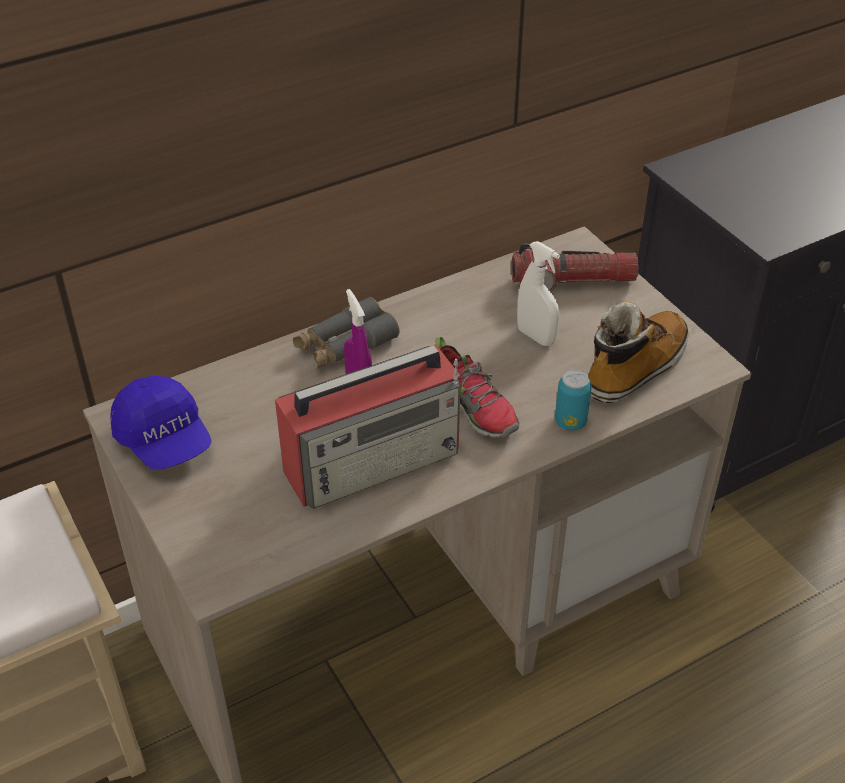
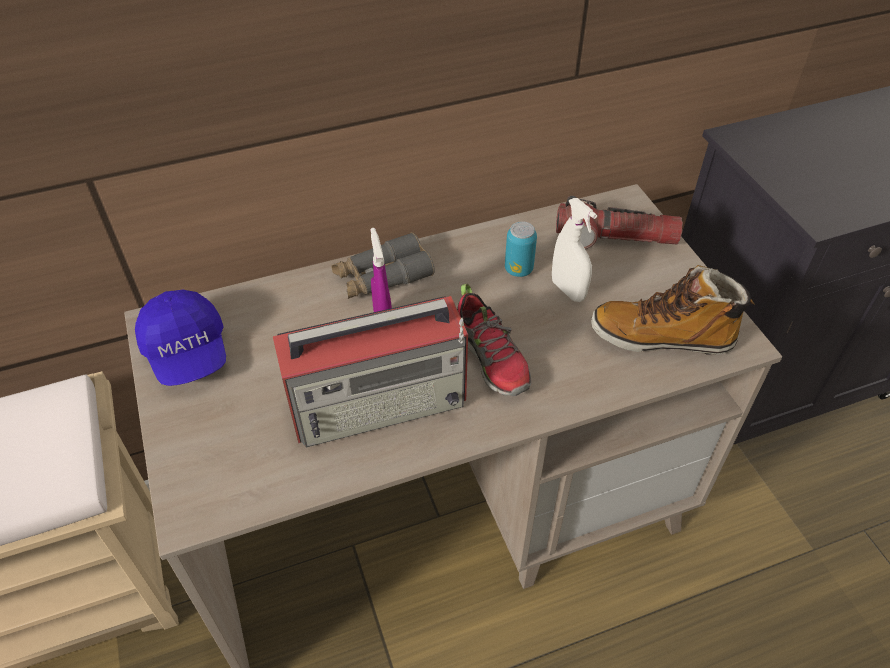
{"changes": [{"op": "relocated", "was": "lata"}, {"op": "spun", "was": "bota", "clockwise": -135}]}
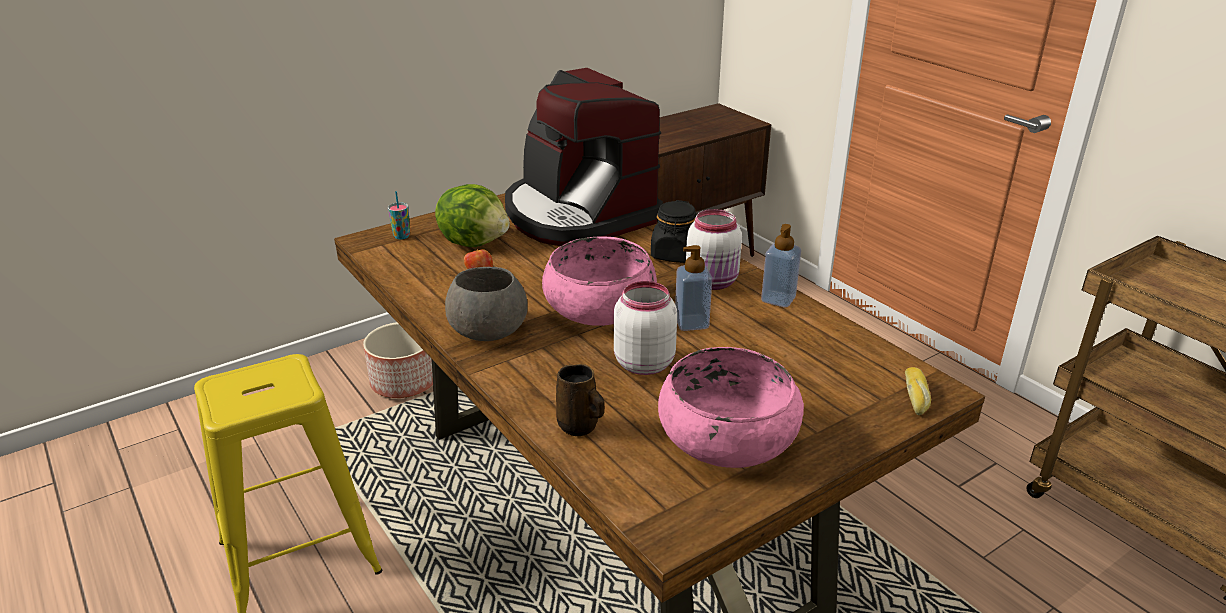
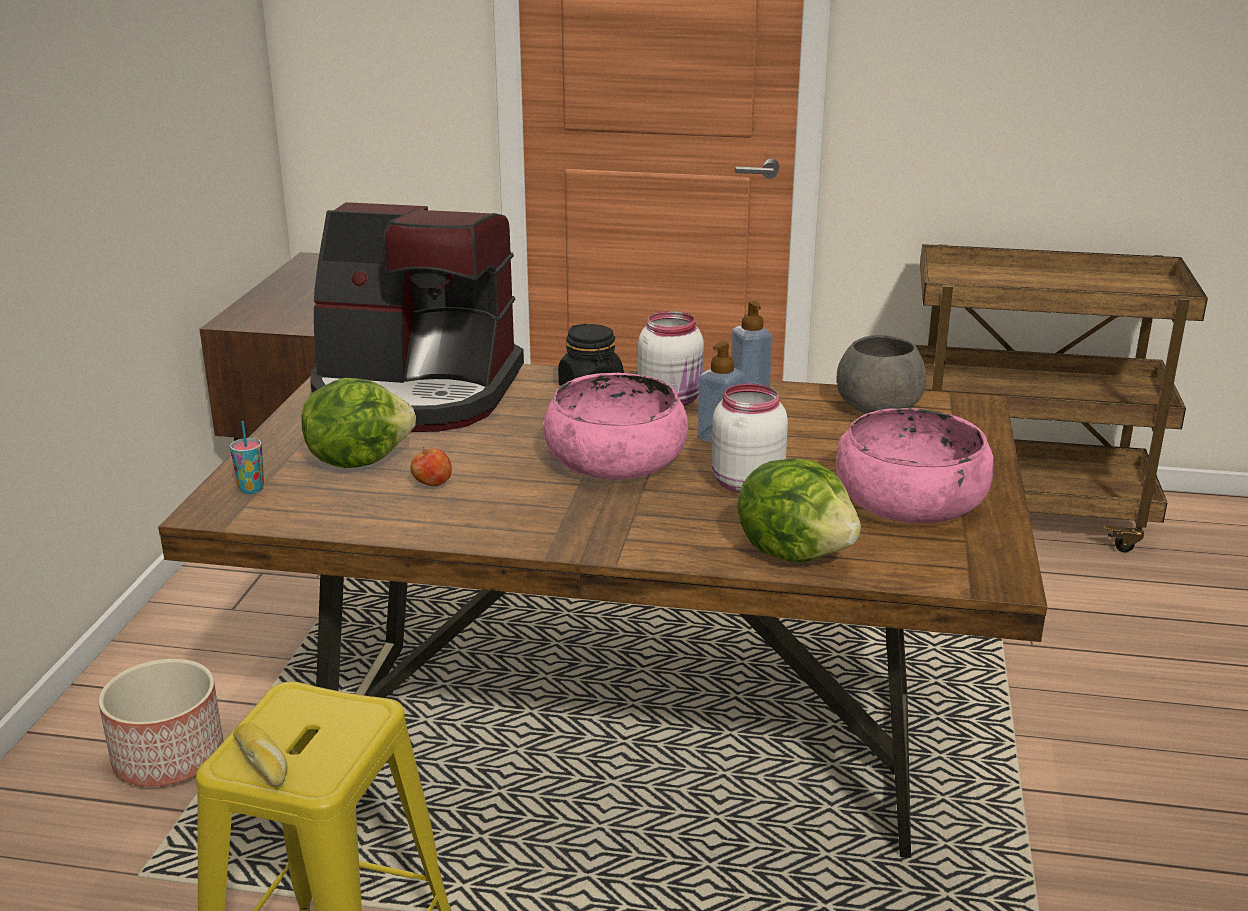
{"changes": [{"op": "relocated", "was": "cuenco/gris"}, {"op": "relocated", "was": "pan"}, {"op": "exchanged", "was": "taza grande/marrón", "now": "lechuga (no. 2 from left)"}]}
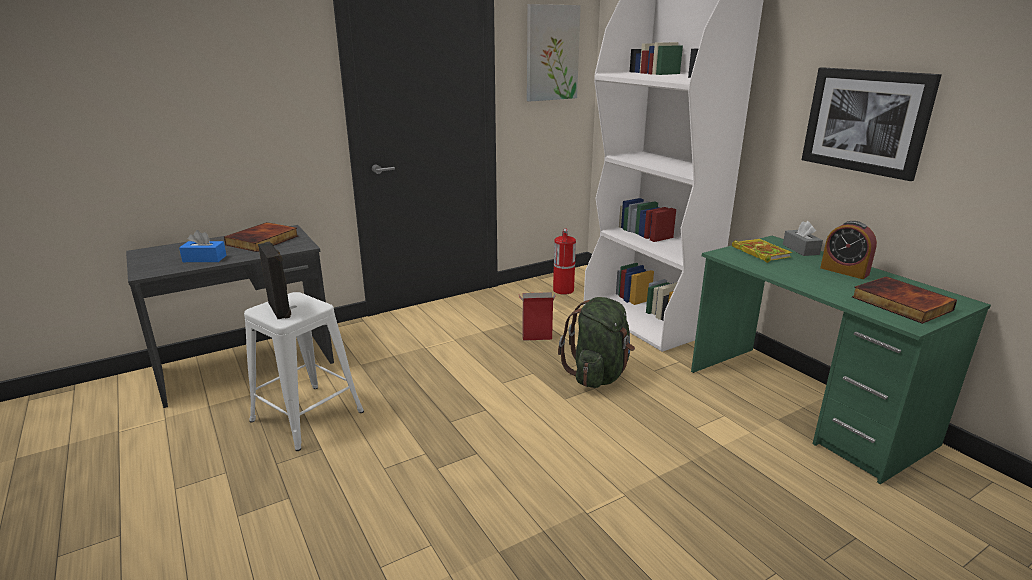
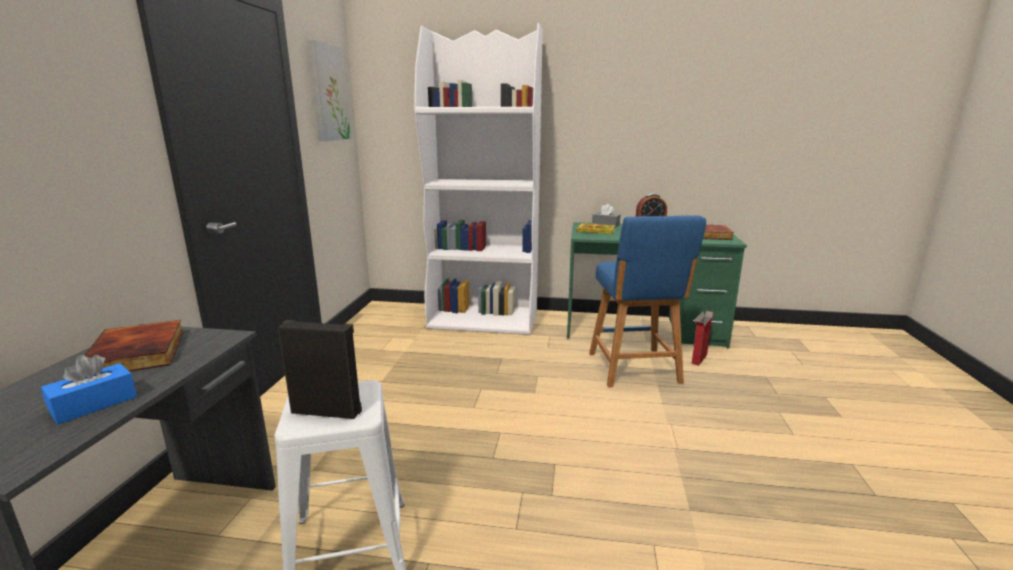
{"changes": [{"op": "missing", "was": "extintor"}, {"op": "missing", "was": "mochila/verde"}, {"op": "missing", "was": "cuadro (no. 2 from left)"}, {"op": "appeared", "now": "taburete/azul"}, {"op": "relocated", "was": "caja de cartón"}]}
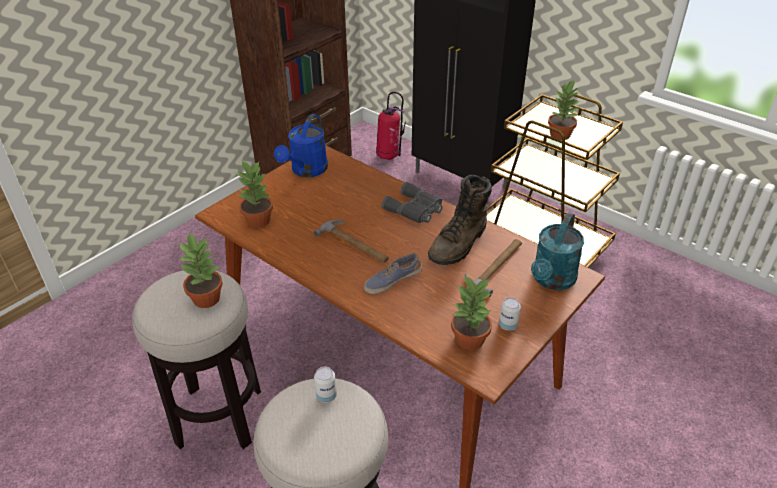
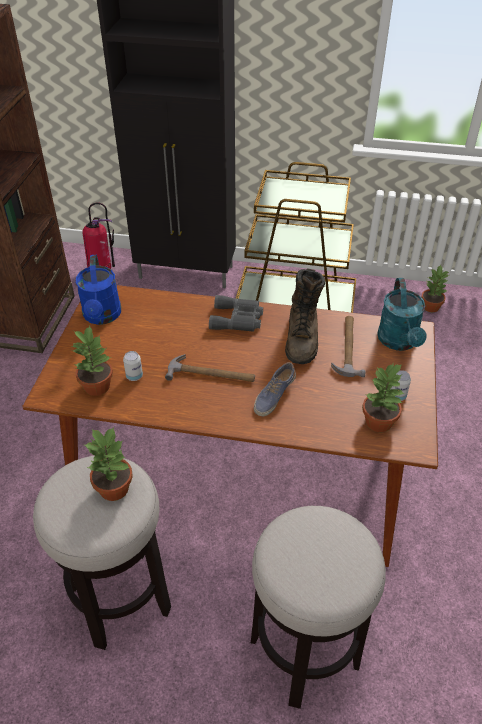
{"changes": [{"op": "relocated", "was": "lata (no. 1 from left)"}, {"op": "relocated", "was": "planta en maceta (no. 4 from left)"}]}
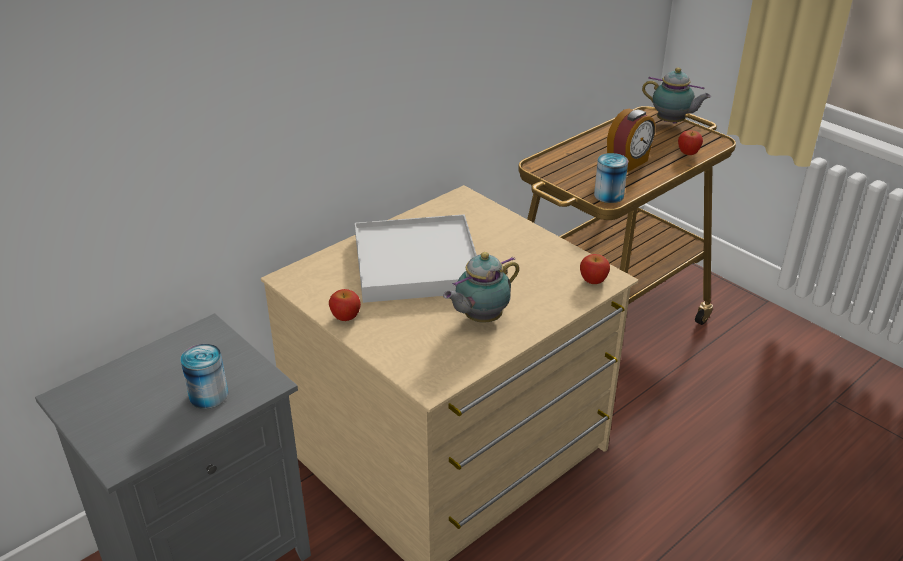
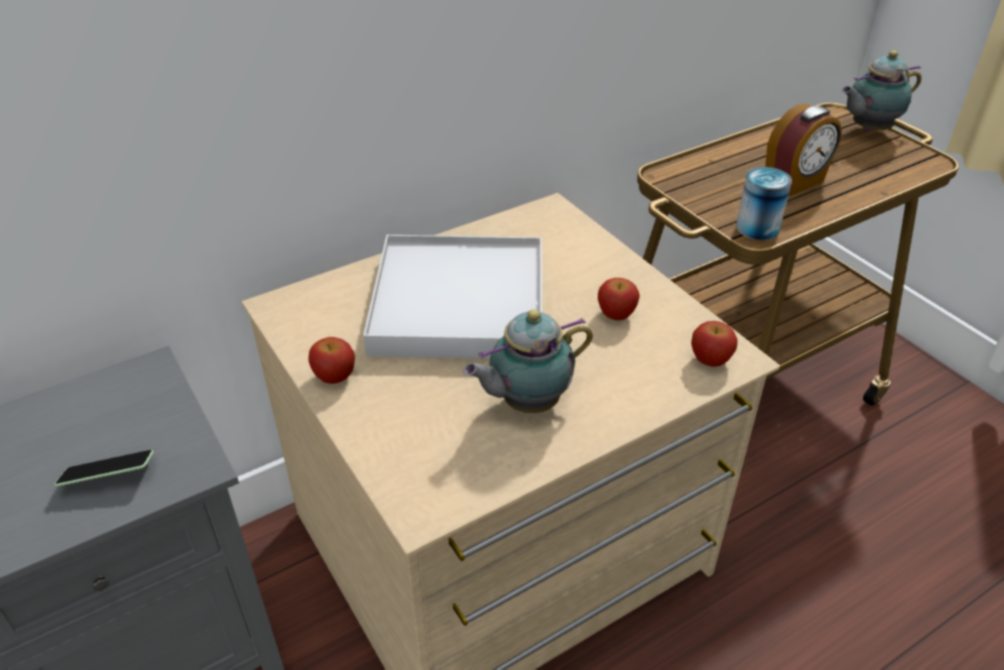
{"changes": [{"op": "relocated", "was": "manzana (no. 3 from left in the first image)", "now": "manzana (no. 2 from left)"}, {"op": "exchanged", "was": "lata (no. 1 from left)", "now": "móvil"}, {"op": "spun", "was": "tetera (no. 2 from left)", "clockwise": 120}]}
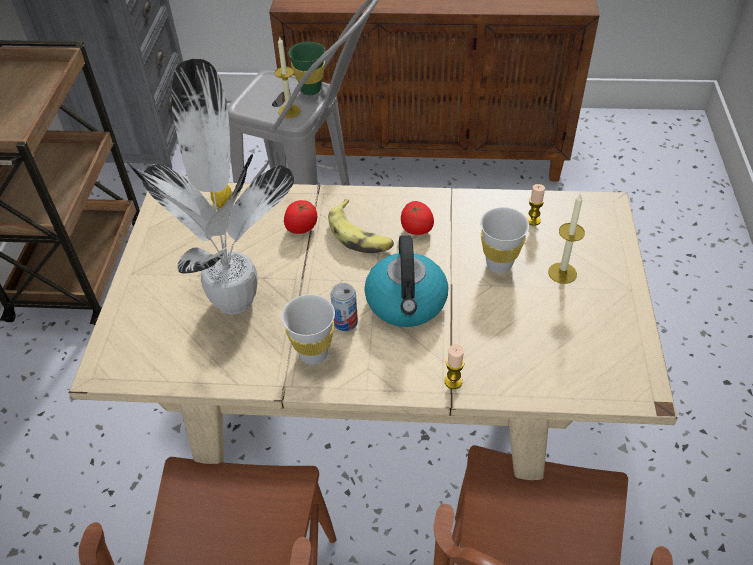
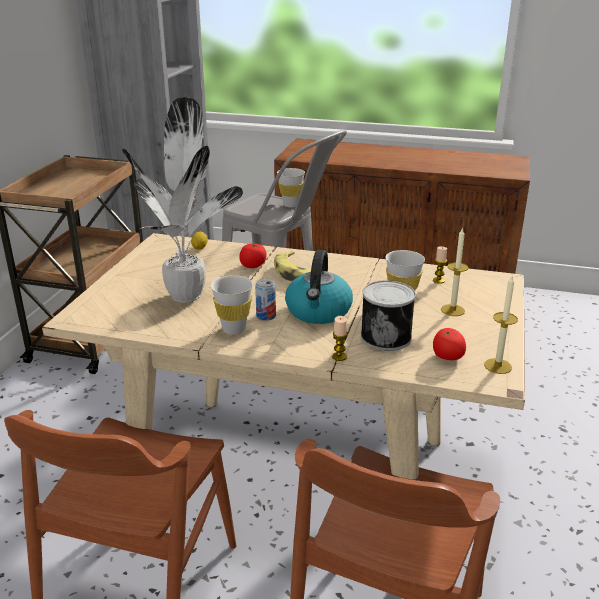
{"changes": [{"op": "appeared", "now": "lata (no. 2 from left)"}, {"op": "relocated", "was": "vela (no. 1 from left in the first image)", "now": "vela (no. 4 from left)"}, {"op": "relocated", "was": "tomate (no. 2 from left)"}, {"op": "colour", "was": "taza/verde", "now": "taza/blanco (no. 2 from left)"}]}
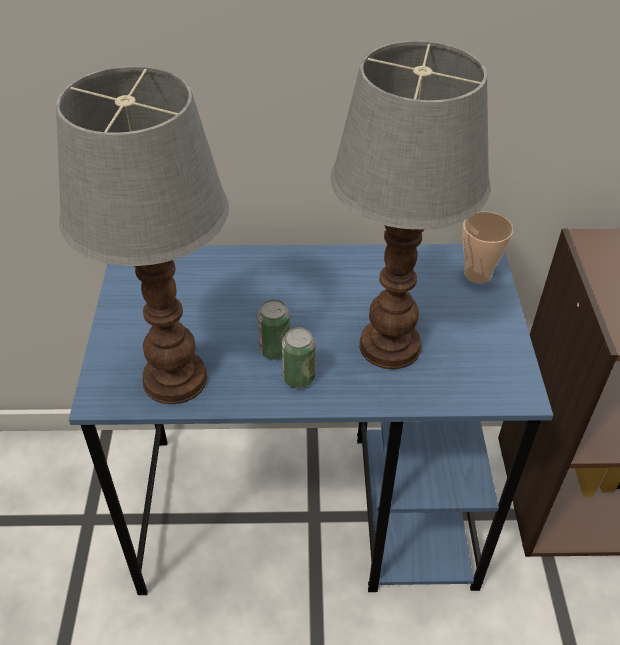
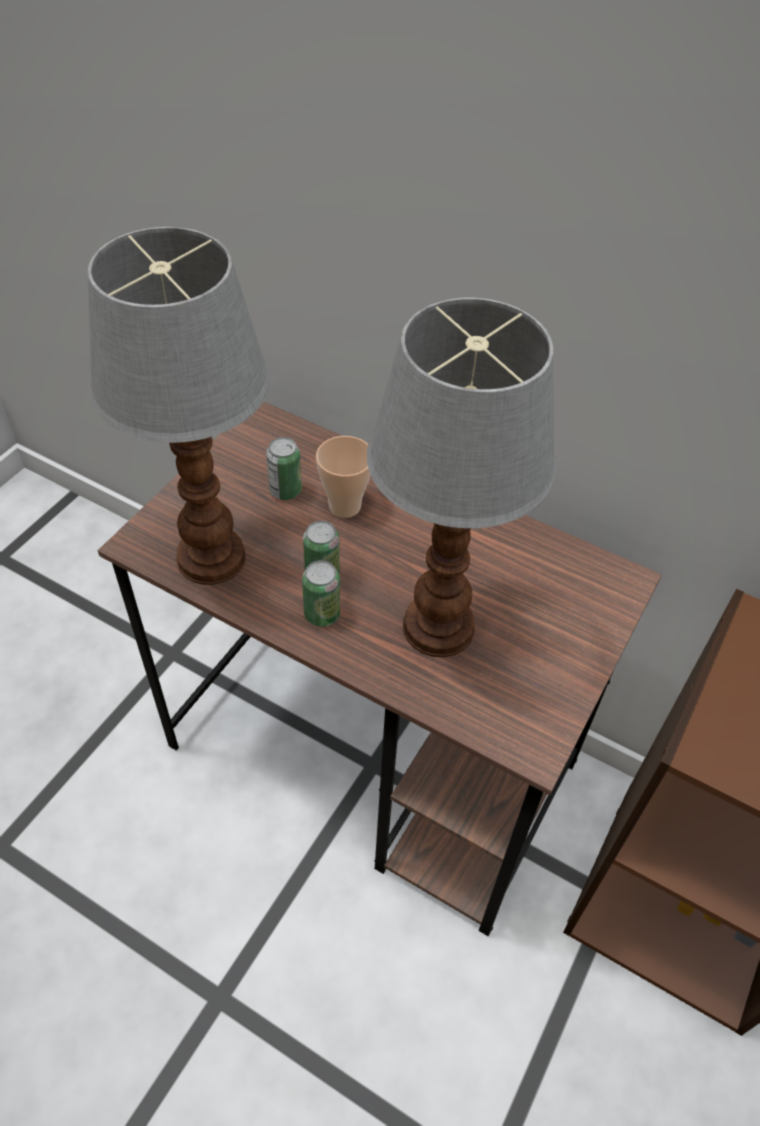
{"changes": [{"op": "appeared", "now": "lata (no. 1 from left)"}, {"op": "relocated", "was": "taza"}, {"op": "colour", "was": "escritorio/azul", "now": "escritorio/marrón"}]}
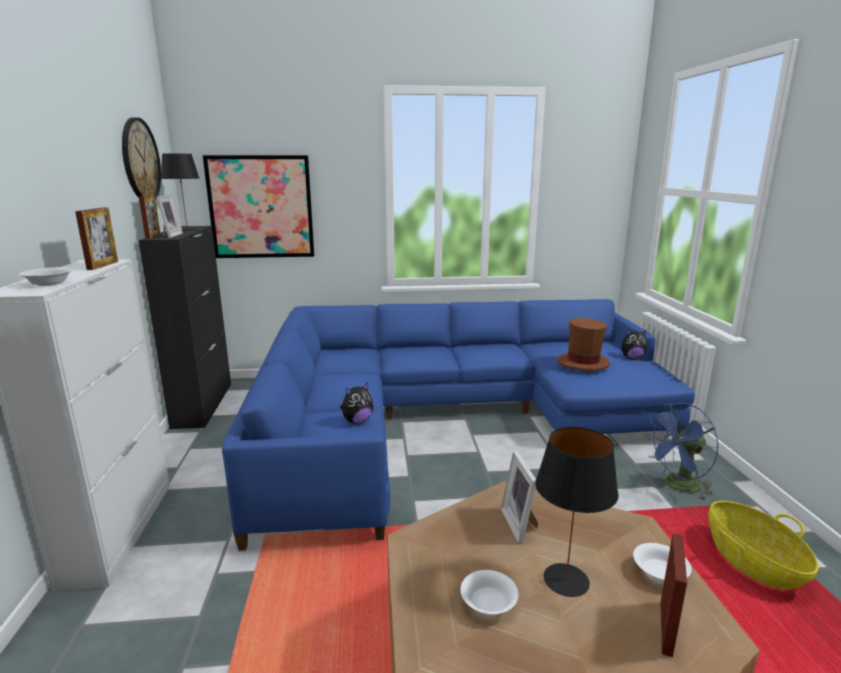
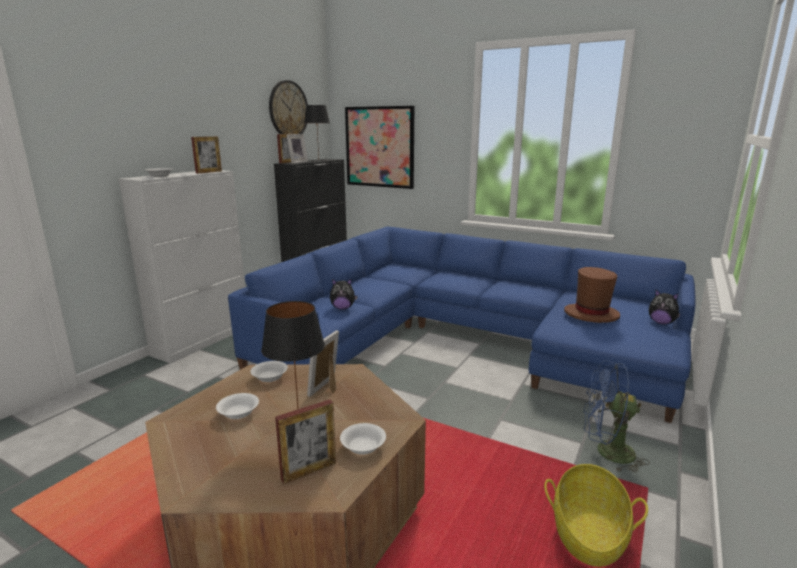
{"changes": [{"op": "appeared", "now": "cuenco/blanco (no. 3 from left)"}]}
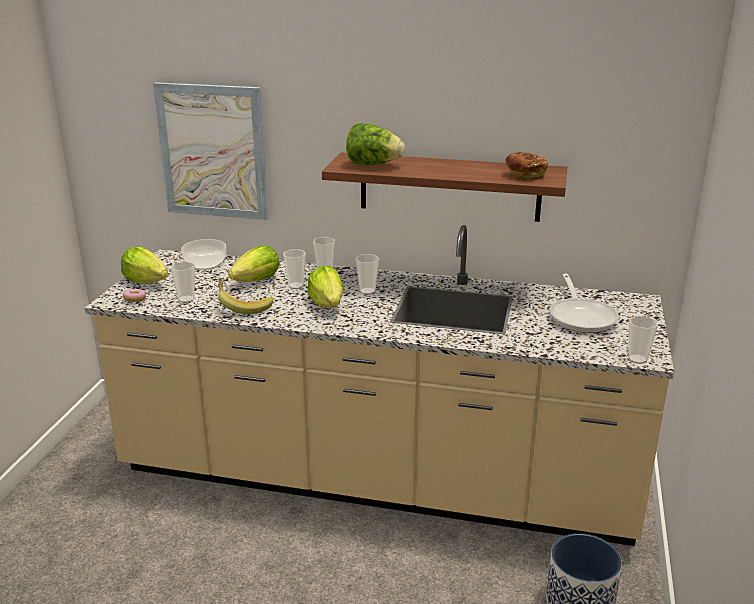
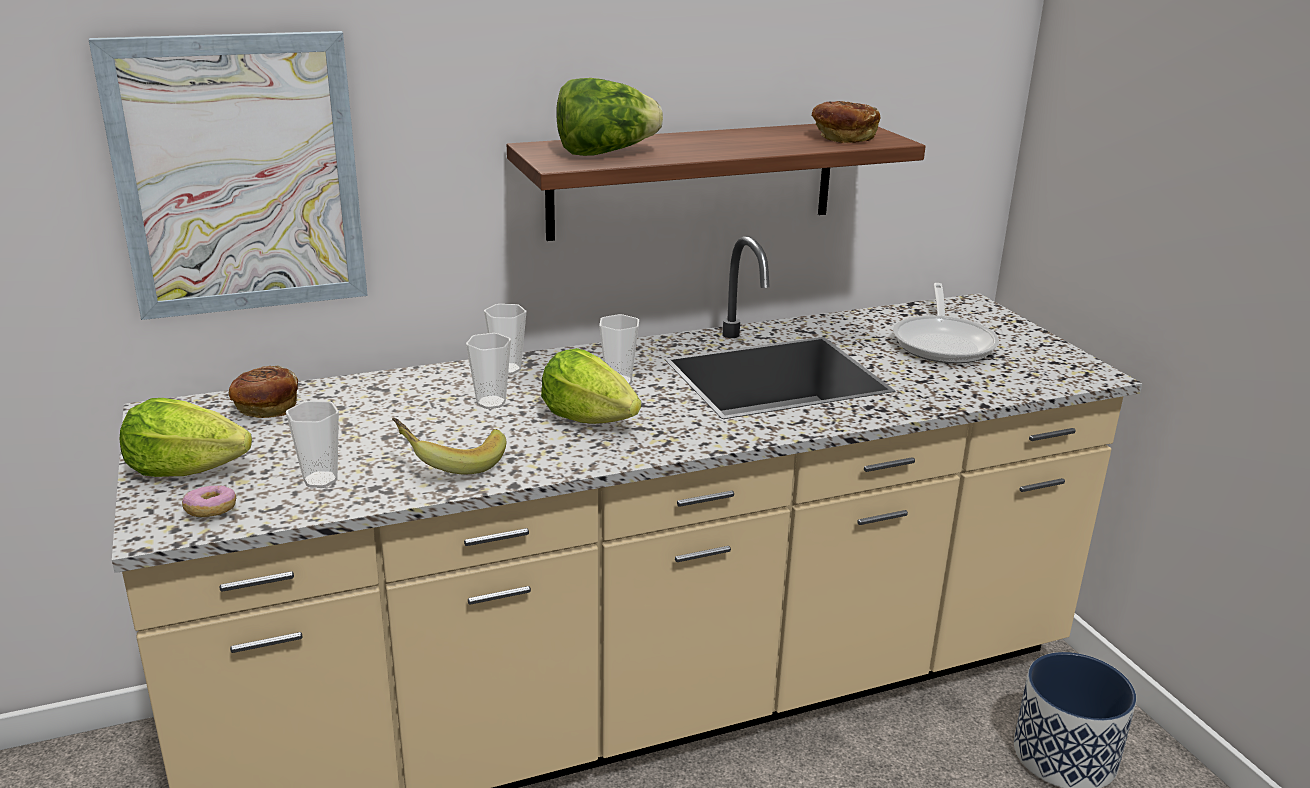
{"changes": [{"op": "missing", "was": "lechuga (no. 2 from left)"}, {"op": "missing", "was": "taza (no. 5 from left)"}, {"op": "exchanged", "was": "cuenco", "now": "pan (no. 1 from left)"}, {"op": "spun", "was": "sartén", "clockwise": 45}]}
